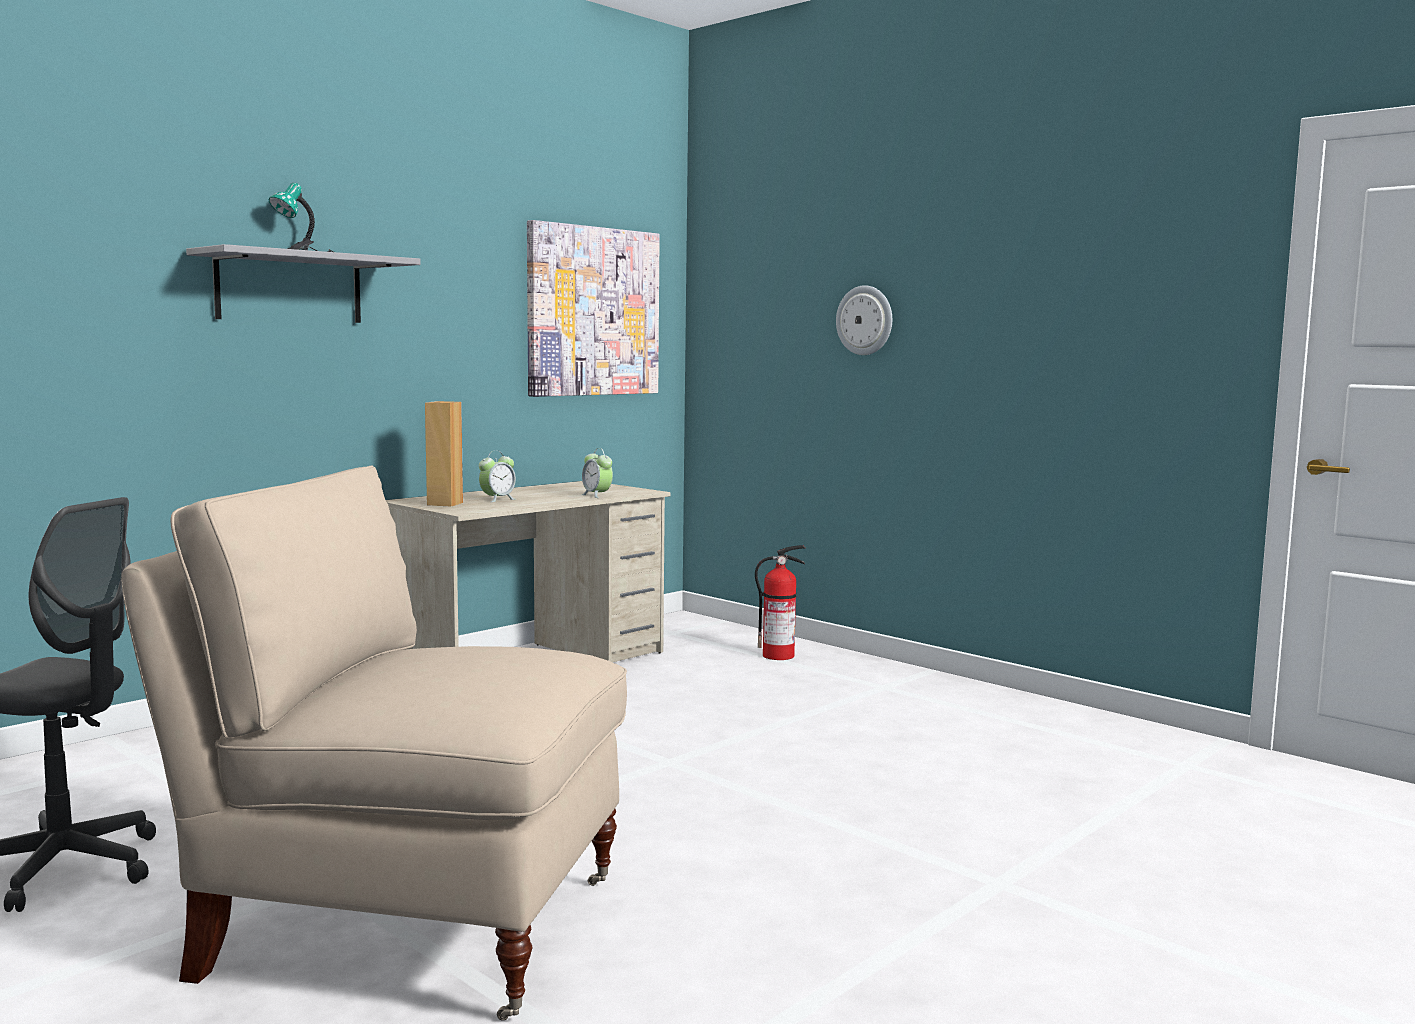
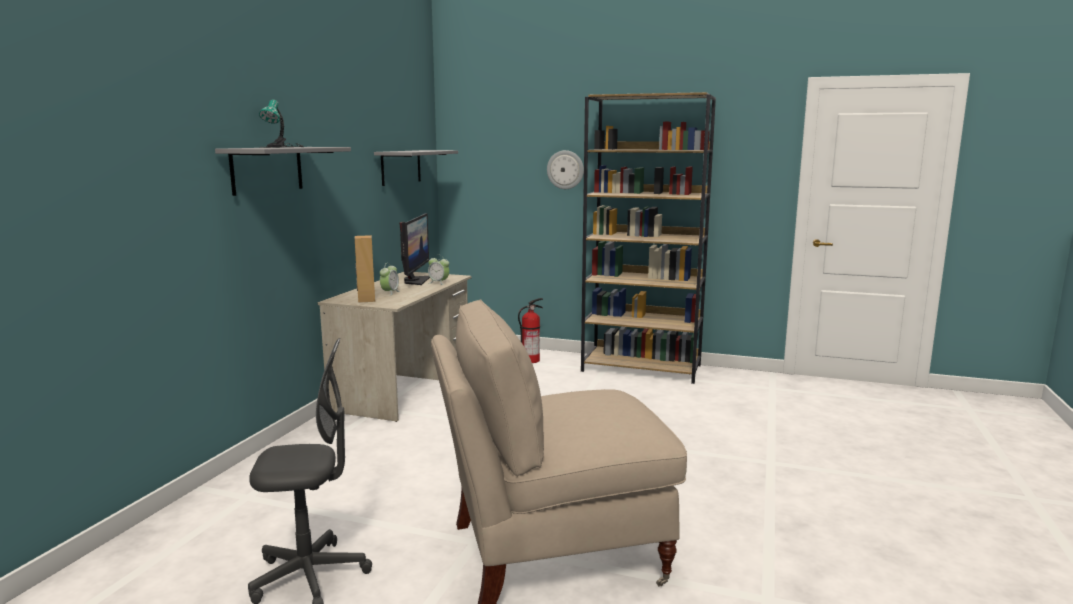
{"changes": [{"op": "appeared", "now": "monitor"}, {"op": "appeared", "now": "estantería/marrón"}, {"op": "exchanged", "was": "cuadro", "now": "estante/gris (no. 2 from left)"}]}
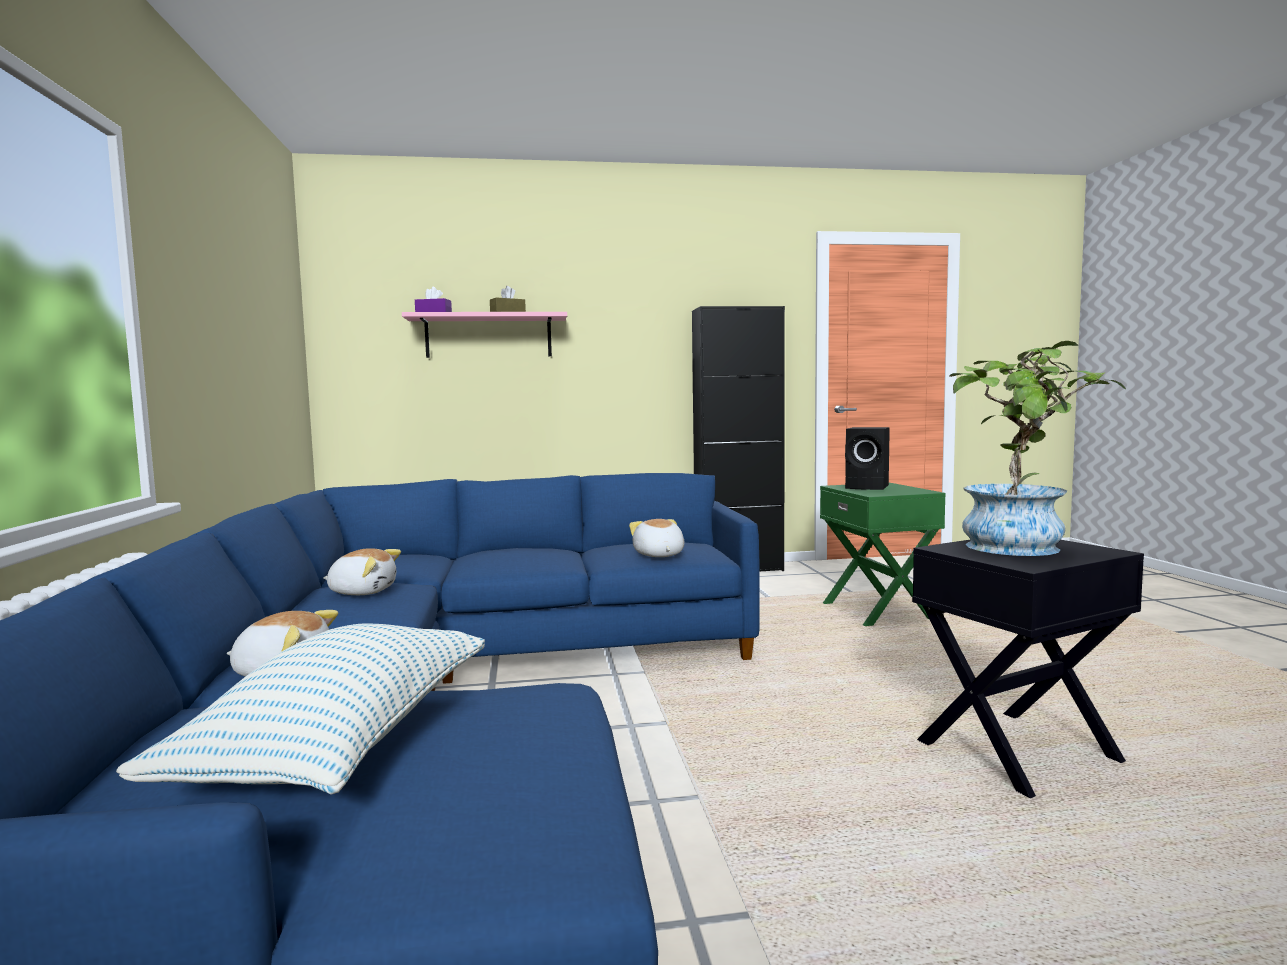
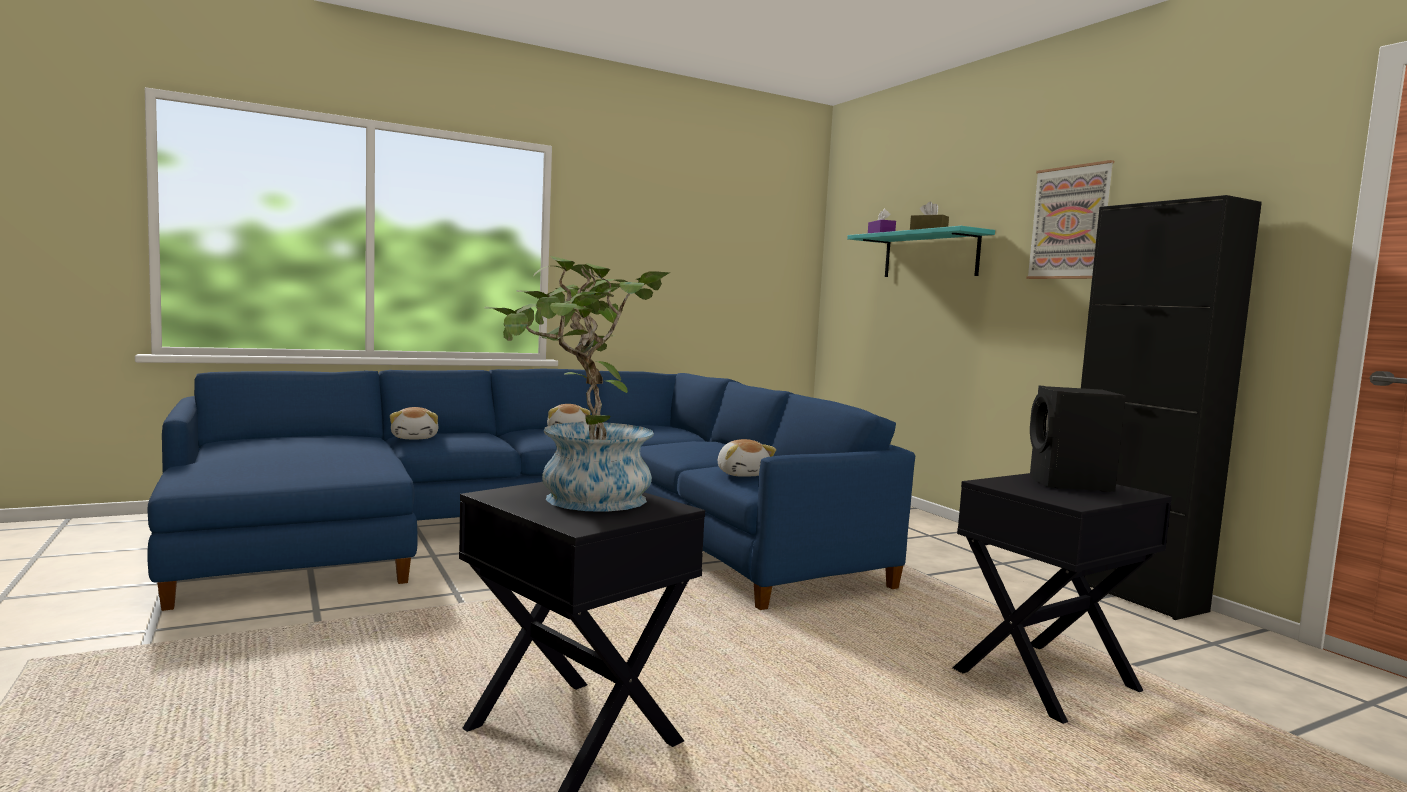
{"changes": [{"op": "missing", "was": "cojín"}, {"op": "appeared", "now": "cuadro"}, {"op": "colour", "was": "estante/rosa", "now": "estante/turquesa"}, {"op": "colour", "was": "mesa auxiliar/verde", "now": "mesa auxiliar/negro (no. 2 from left)"}, {"op": "spun", "was": "peluche (no. 3 from left)", "clockwise": 105}]}
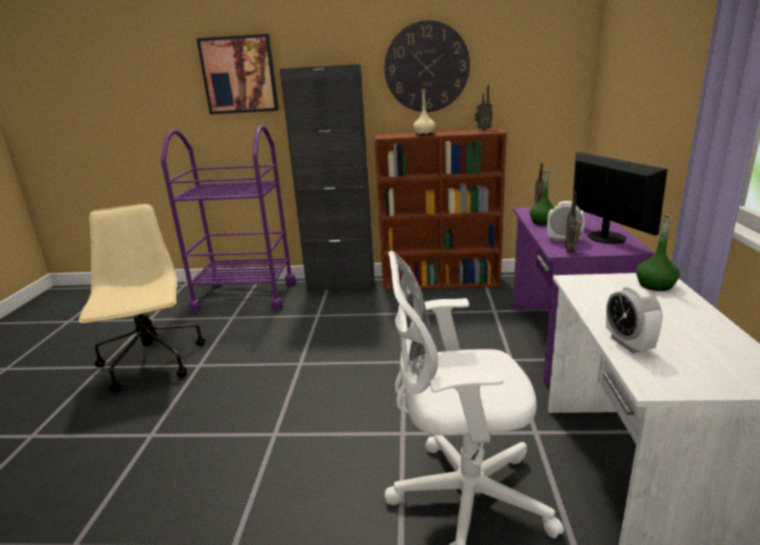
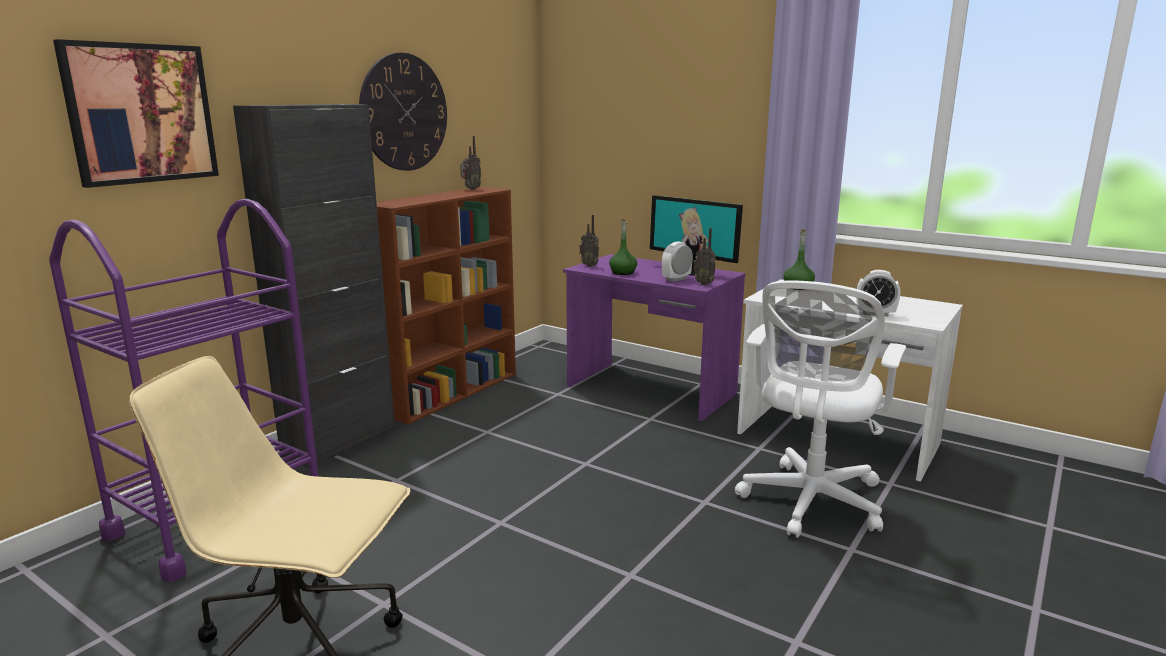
{"changes": [{"op": "missing", "was": "botella/beis"}, {"op": "spun", "was": "monitor", "clockwise": -150}]}
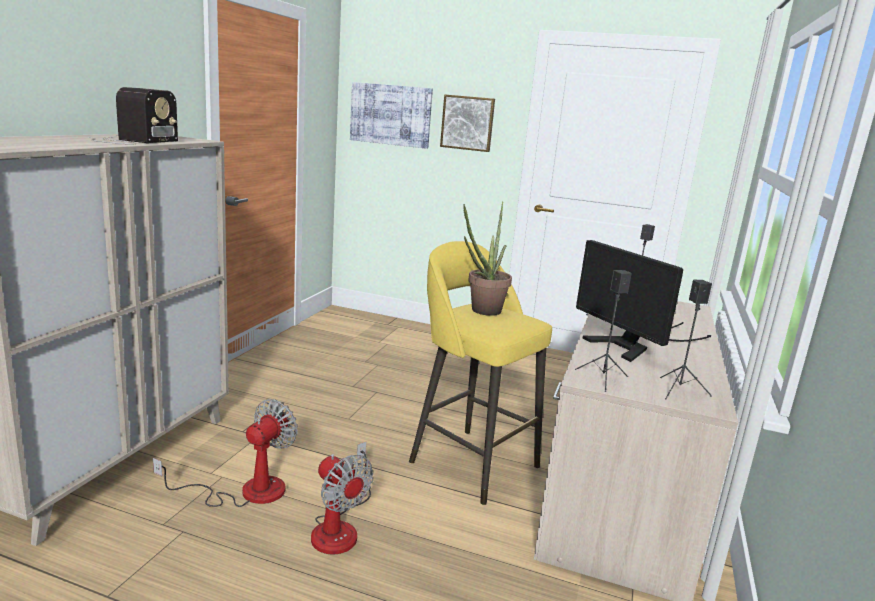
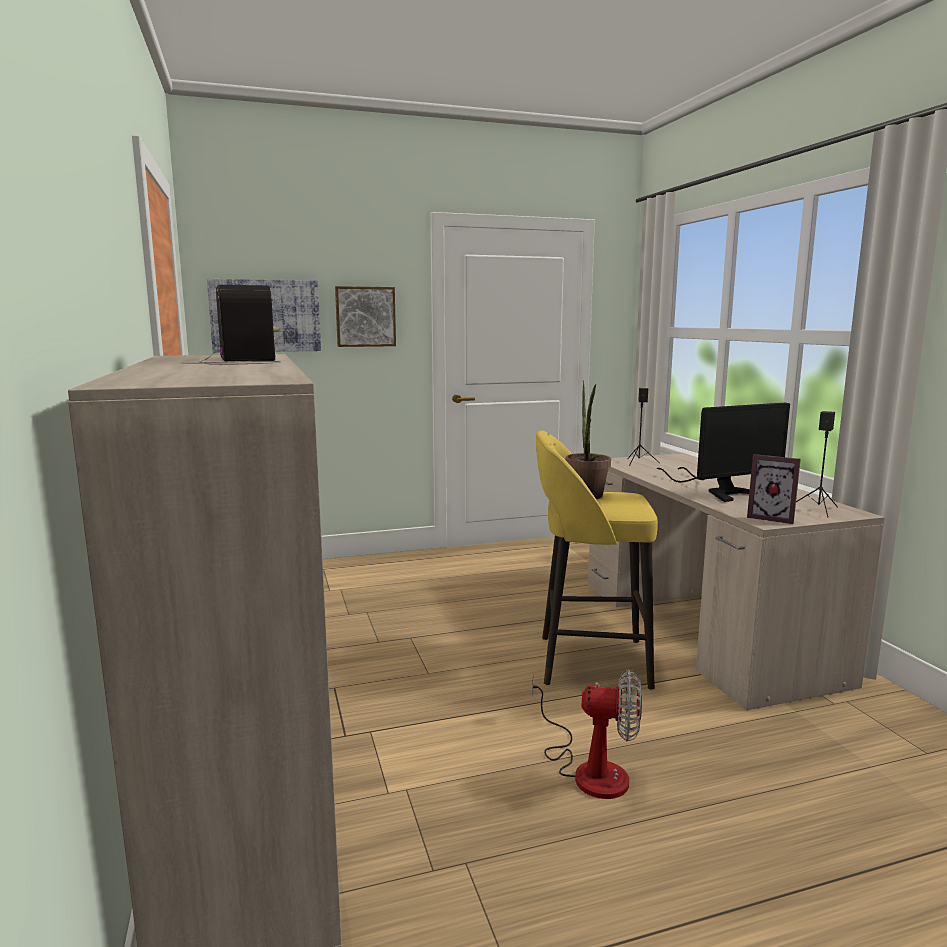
{"changes": [{"op": "missing", "was": "ventilador (no. 1 from left)"}, {"op": "exchanged", "was": "altavoz/negro (no. 1 from left)", "now": "portarretratos"}, {"op": "spun", "was": "monitor", "clockwise": -45}]}
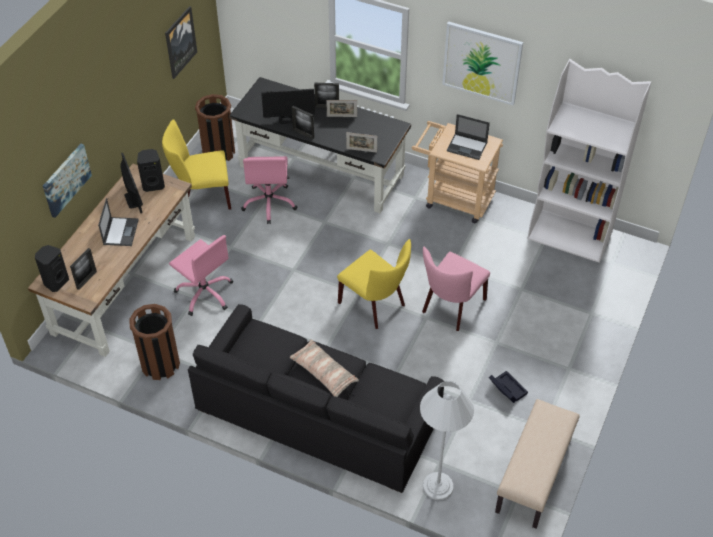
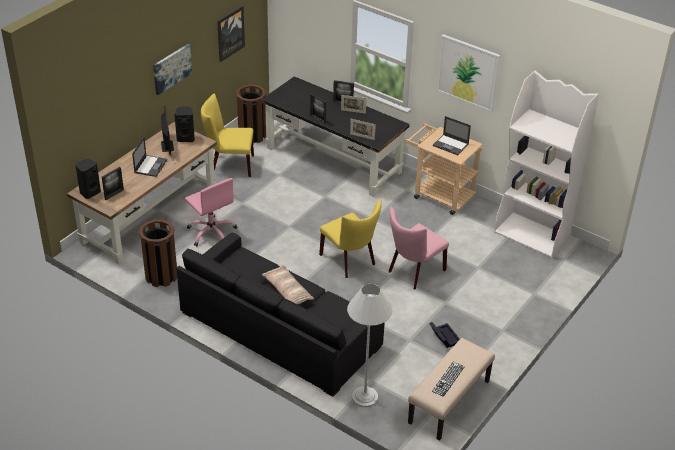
{"changes": [{"op": "missing", "was": "silla de oficina/rosa (no. 2 from left)"}, {"op": "missing", "was": "monitor (no. 2 from left)"}, {"op": "appeared", "now": "teclado"}, {"op": "relocated", "was": "cuadro (no. 1 from left)"}]}
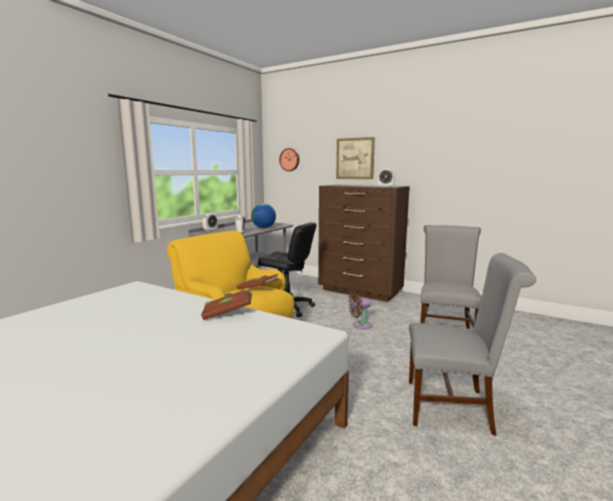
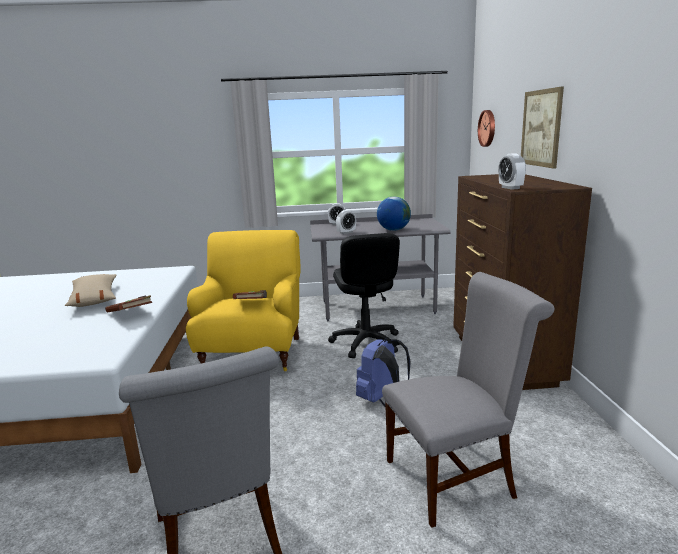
{"changes": [{"op": "appeared", "now": "cojín/beis"}, {"op": "exchanged", "was": "ventilador/marrón", "now": "mochila/azul"}]}
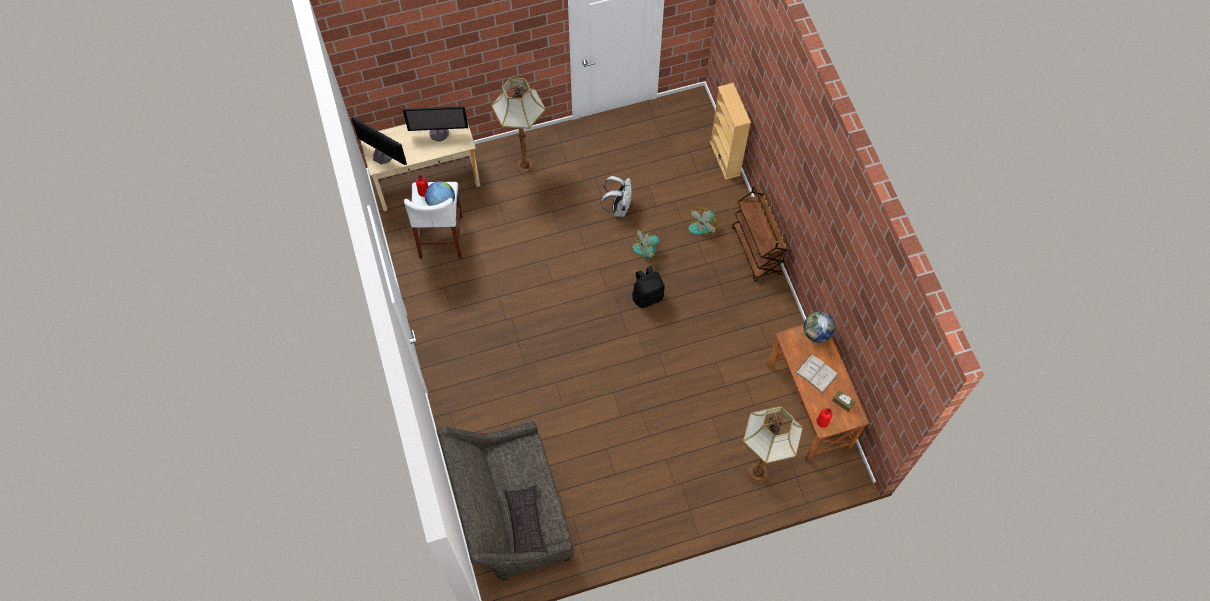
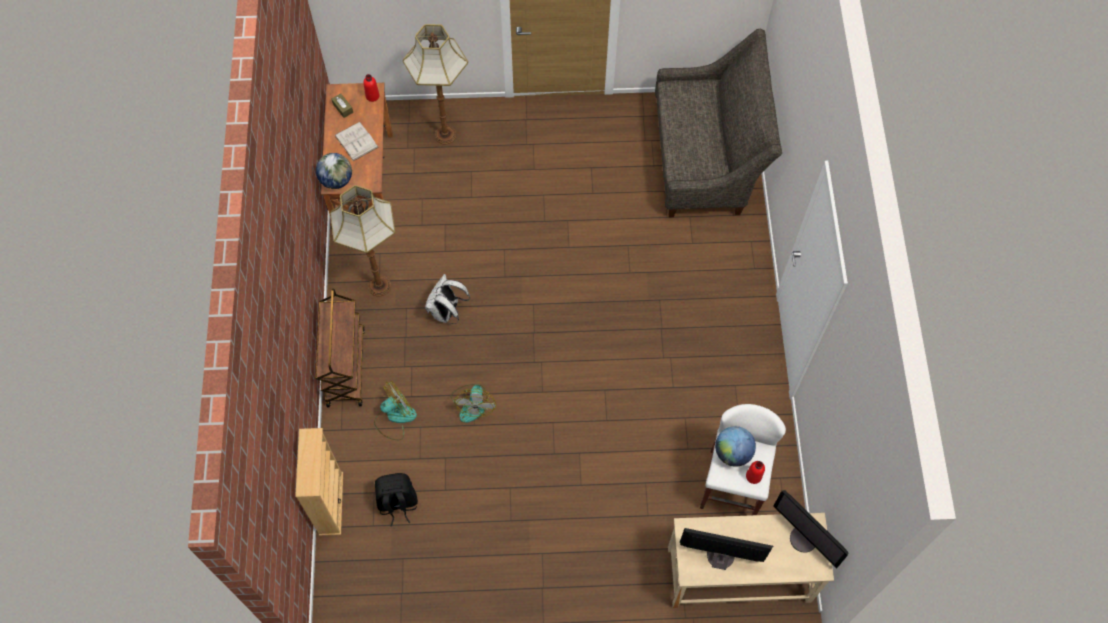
{"changes": [{"op": "missing", "was": "cojín"}, {"op": "relocated", "was": "lámpara de pie (no. 1 from left)"}, {"op": "relocated", "was": "mochila/blanco"}, {"op": "relocated", "was": "mochila/negro"}, {"op": "spun", "was": "ventilador (no. 1 from left in the first image)", "clockwise": 105}]}
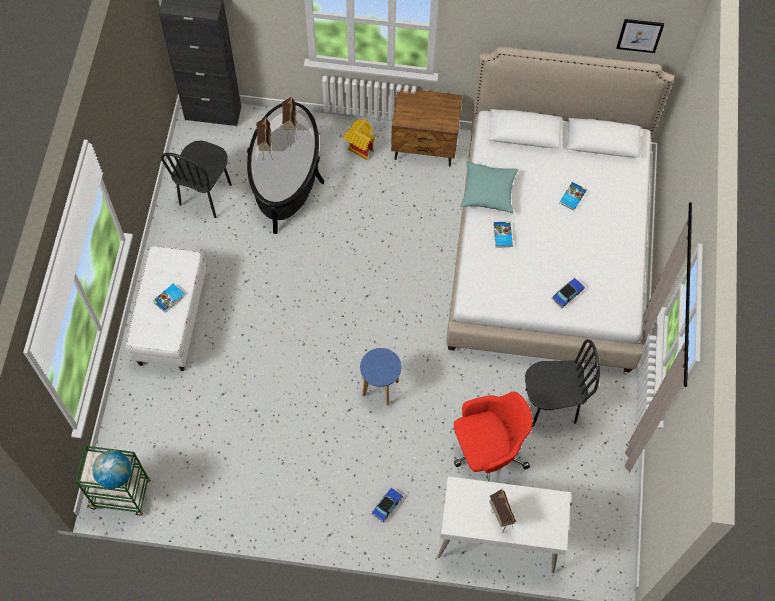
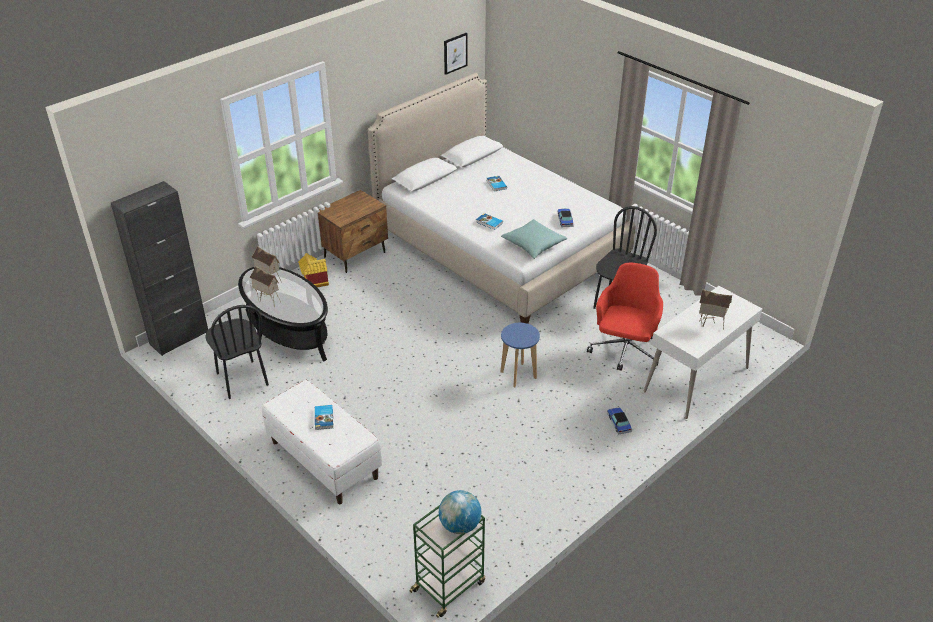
{"changes": [{"op": "relocated", "was": "cojín/turquesa"}]}
